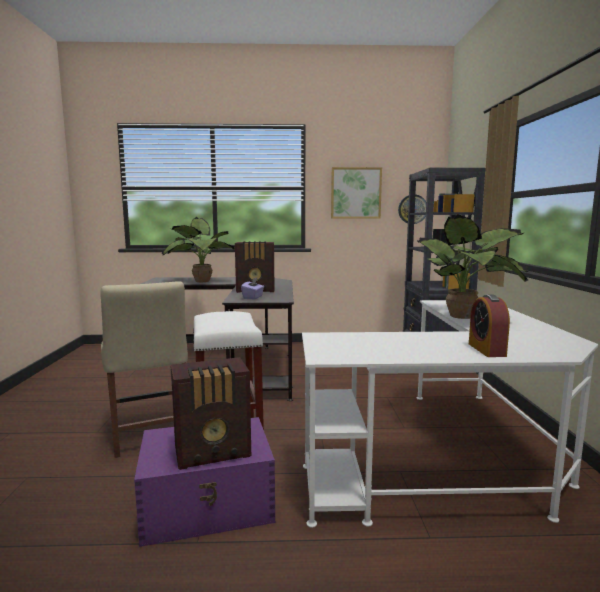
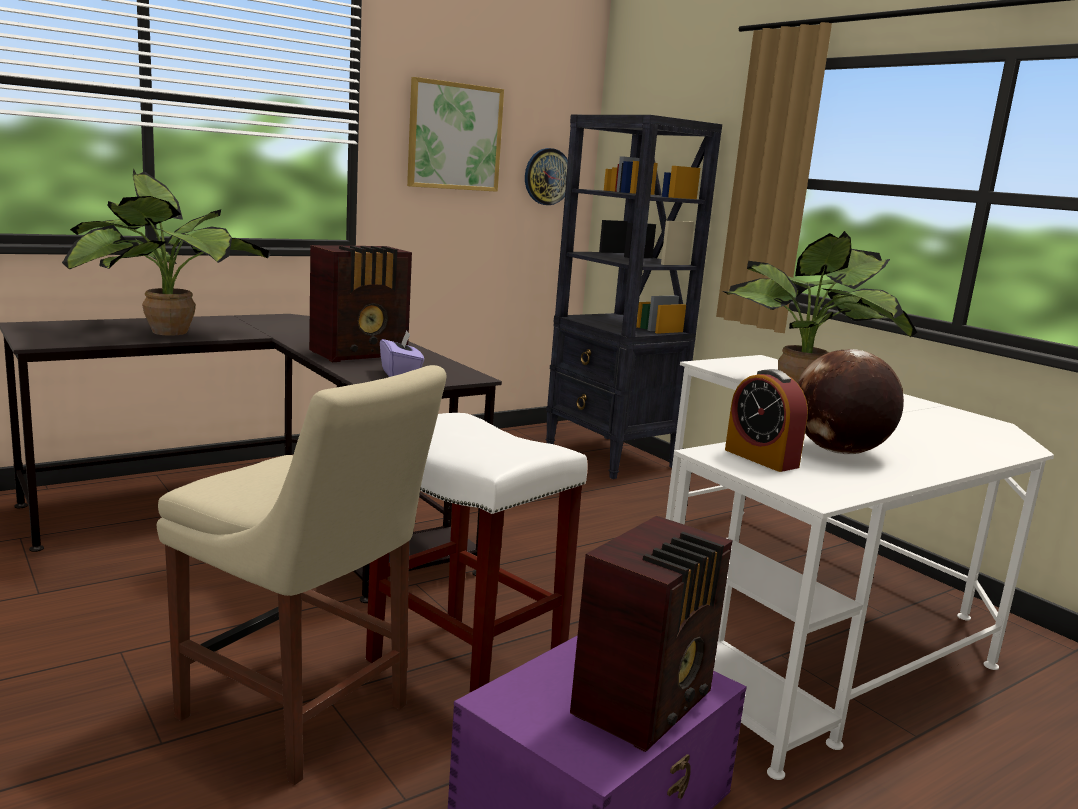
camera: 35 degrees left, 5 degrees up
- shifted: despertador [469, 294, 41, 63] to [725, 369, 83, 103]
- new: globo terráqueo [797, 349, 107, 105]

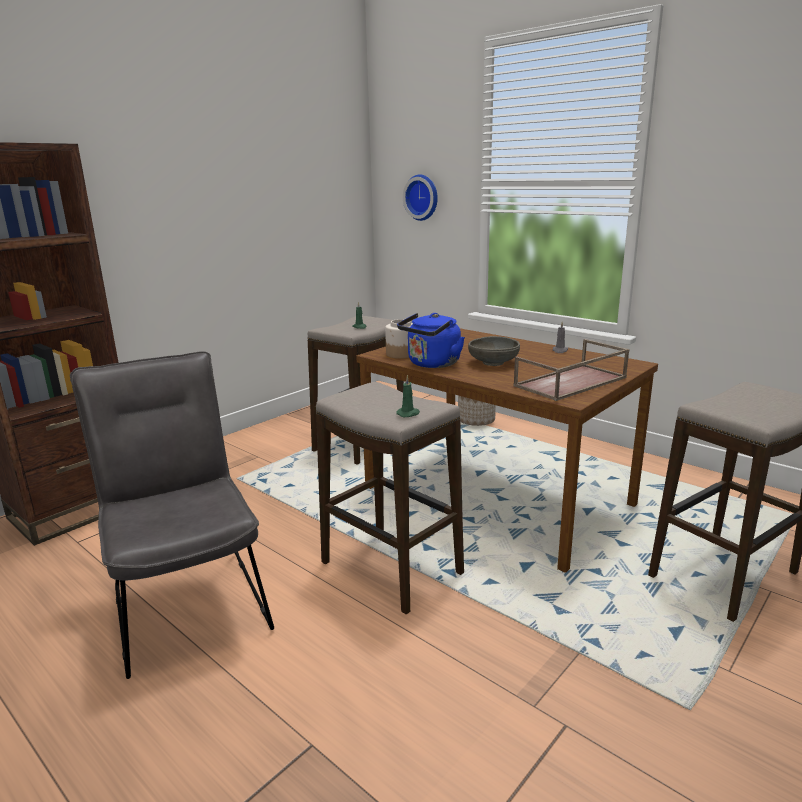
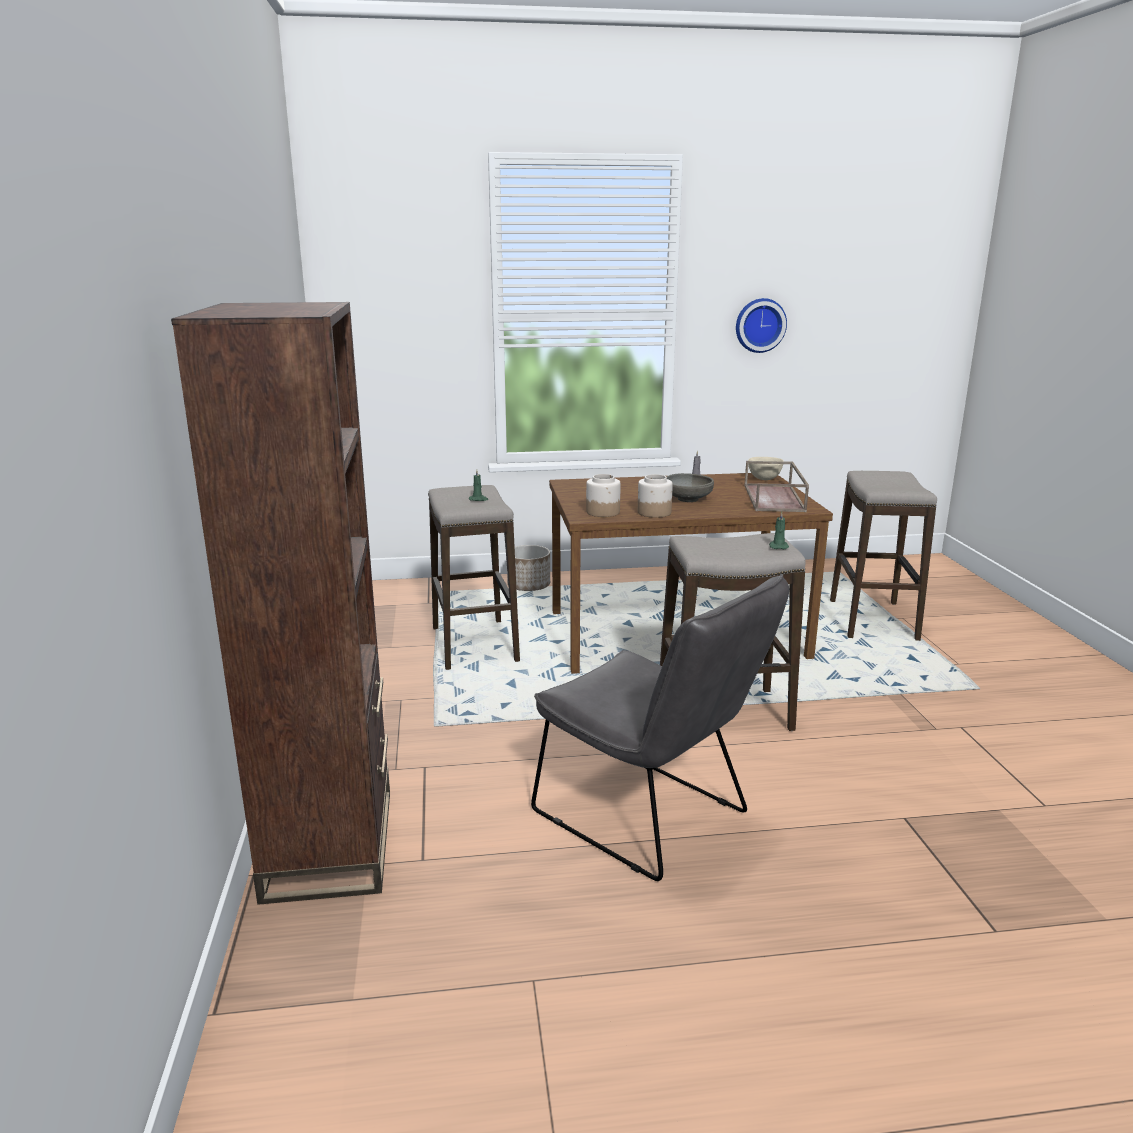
camera: 50 degrees left, 0 degrees up
- shifted: reloj de pared [403, 174, 35, 47] to [736, 298, 51, 55]
- swapped: hervidor (azul) [397, 313, 68, 55] to tarro [638, 474, 35, 44]
- rotated: silla (gris) [70, 351, 204, 328] = [531, 574, 258, 307] 150 degrees counterclockwise
- new: cuenco (beis) [748, 457, 36, 23]

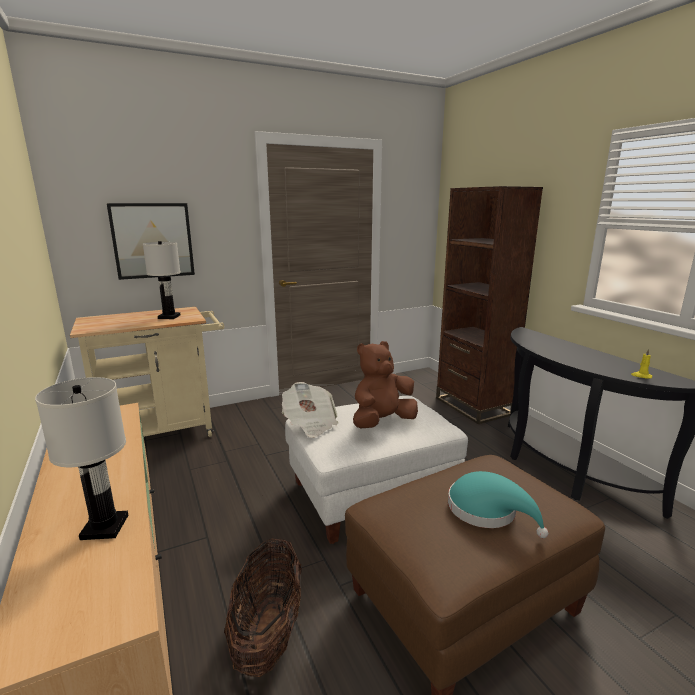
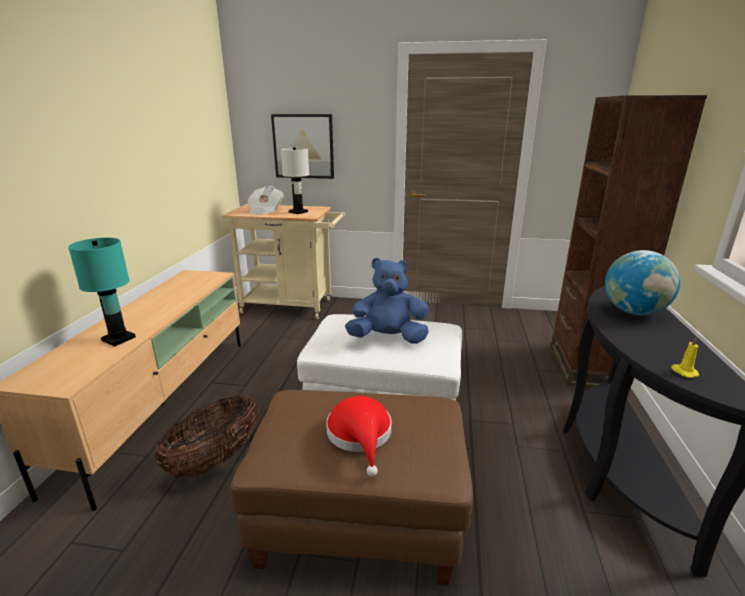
camera: 35 degrees right, 5 degrees up
- repainted: peluche (marrón) [353, 341, 65, 88] to peluche (azul) [345, 258, 84, 86]
- repainted: lámpara de mesa (blanco) [35, 377, 93, 163] to lámpara de mesa (turquesa) [68, 238, 68, 108]
- shifted: periódico [282, 382, 56, 56] to [247, 186, 37, 29]
- repainted: sombrero (turquesa) [448, 471, 100, 67] to sombrero (rojo) [326, 396, 66, 81]
- new: globo terráqueo [605, 250, 75, 65]

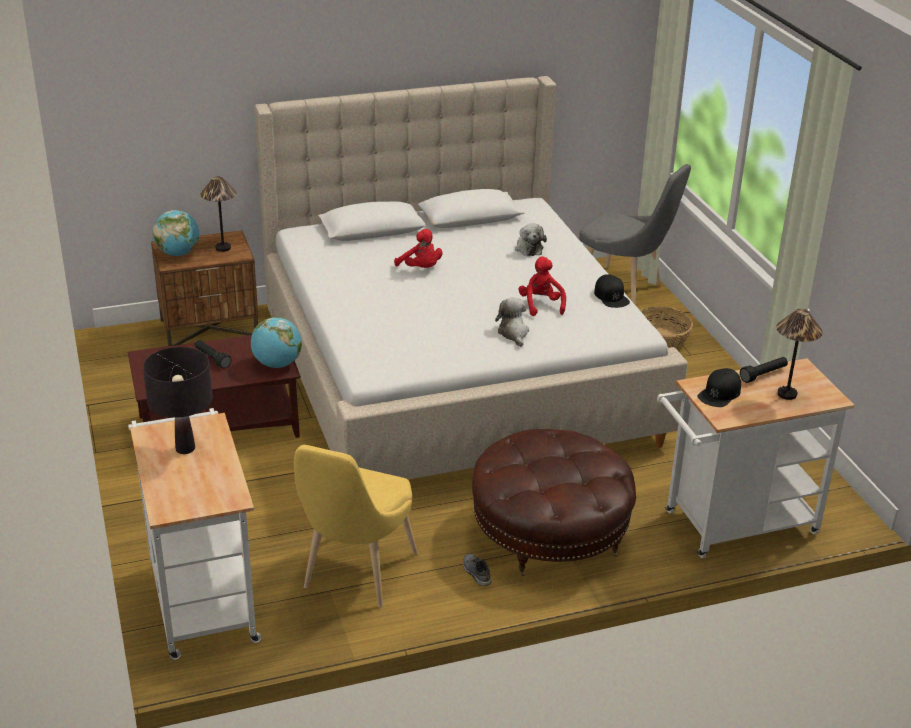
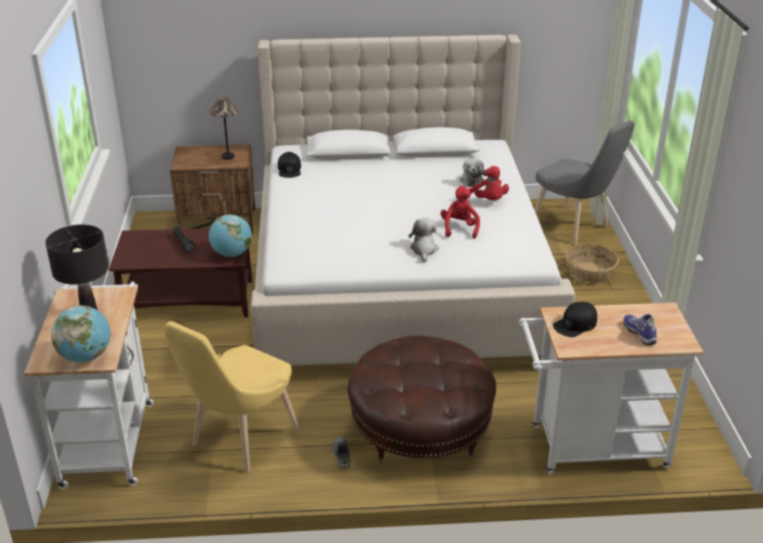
camera: 15 degrees right, 0 degrees up
- shifted: globo terráqueo [152, 210, 47, 46] to [51, 305, 60, 57]
- shifted: peluche (rojo) [394, 229, 48, 39] to [469, 166, 40, 34]
- shifted: gorra (negro) [594, 274, 36, 34] to [278, 152, 23, 26]
- swapped: lámpara de mesa [776, 309, 47, 91] to zapato [623, 314, 34, 32]
- gone: linterna (negro) [740, 357, 48, 26]

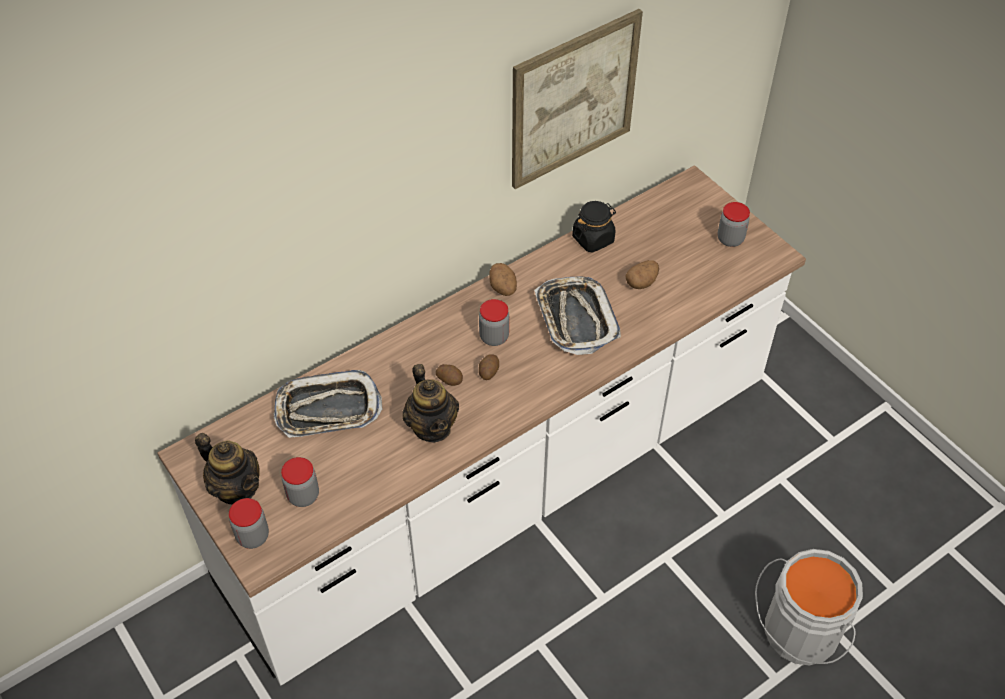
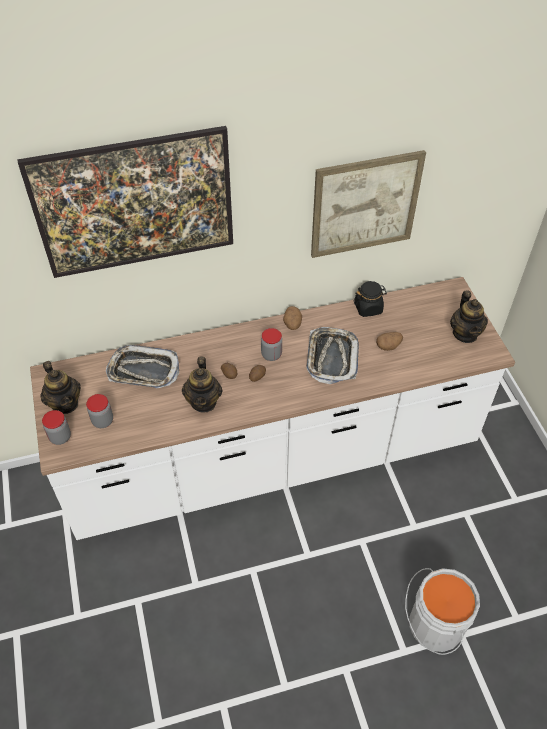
camera: 20 degrees right, 0 degrees up
- swapped: tarro [718, 202, 32, 45] to tetera [450, 290, 38, 53]
- new: cuadro [17, 126, 216, 152]

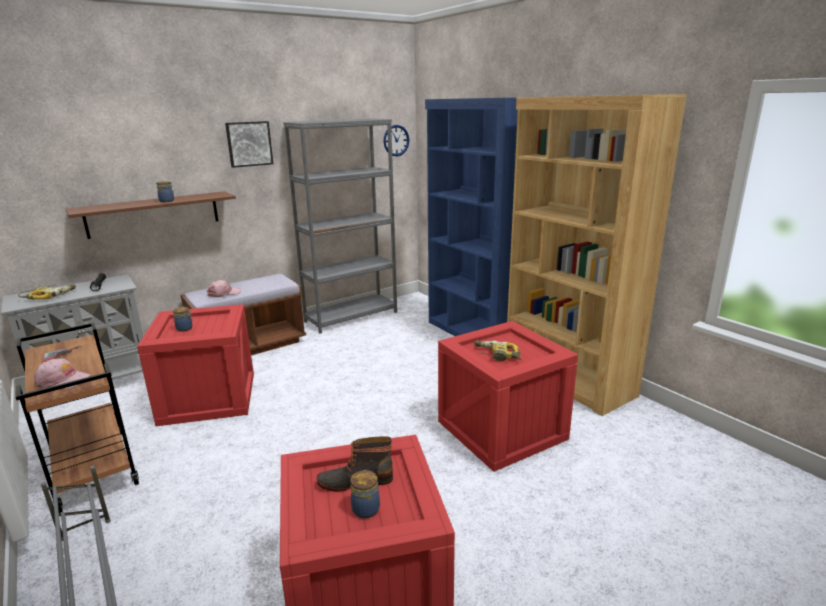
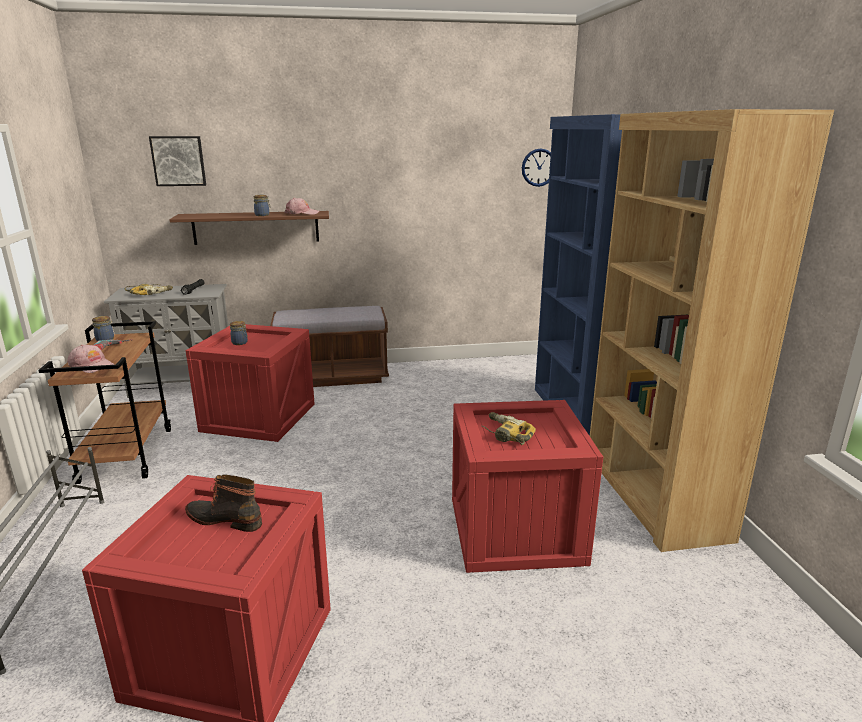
camera: 25 degrees right, 0 degrees up
- gone: estantería (gris) [283, 118, 114, 215]
- shifted: cuadro [225, 121, 48, 47] to [149, 136, 57, 50]
- shifted: gorra (rosa) [207, 280, 34, 17] to [285, 198, 34, 17]
- shifted: tarro [350, 470, 30, 48] to [92, 316, 22, 25]

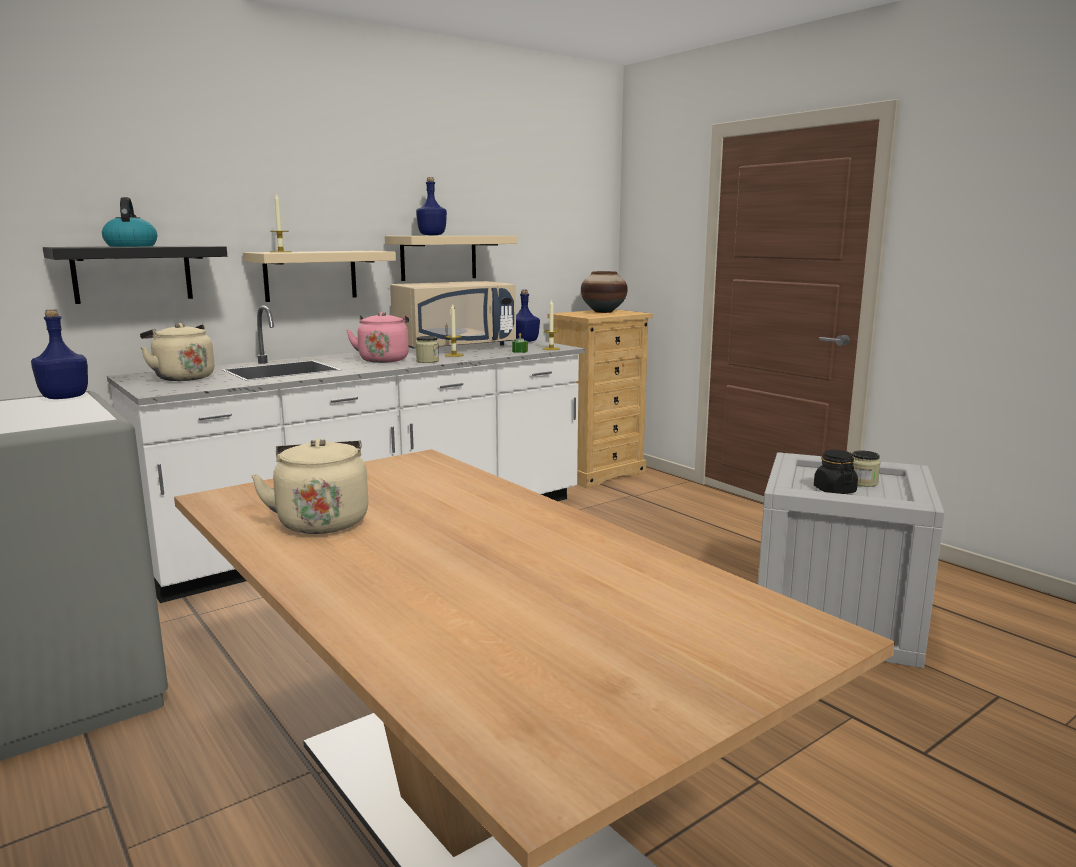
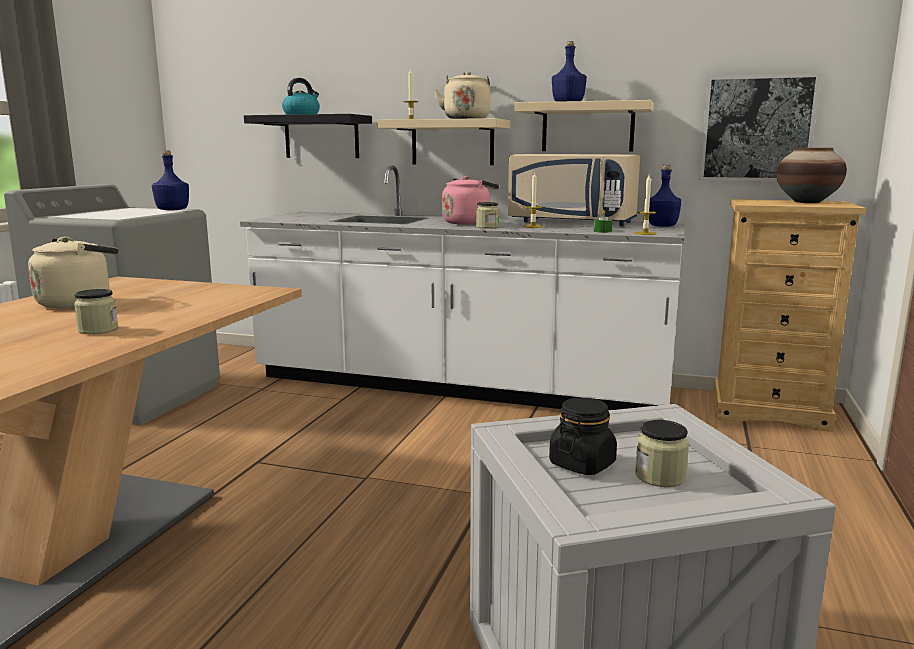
camera: 55 degrees right, 0 degrees up
- shifted: hervidor (beis) [140, 323, 75, 58] to [434, 72, 56, 47]
- new: cuadro [699, 73, 122, 109]
- new: tarro [74, 289, 44, 45]

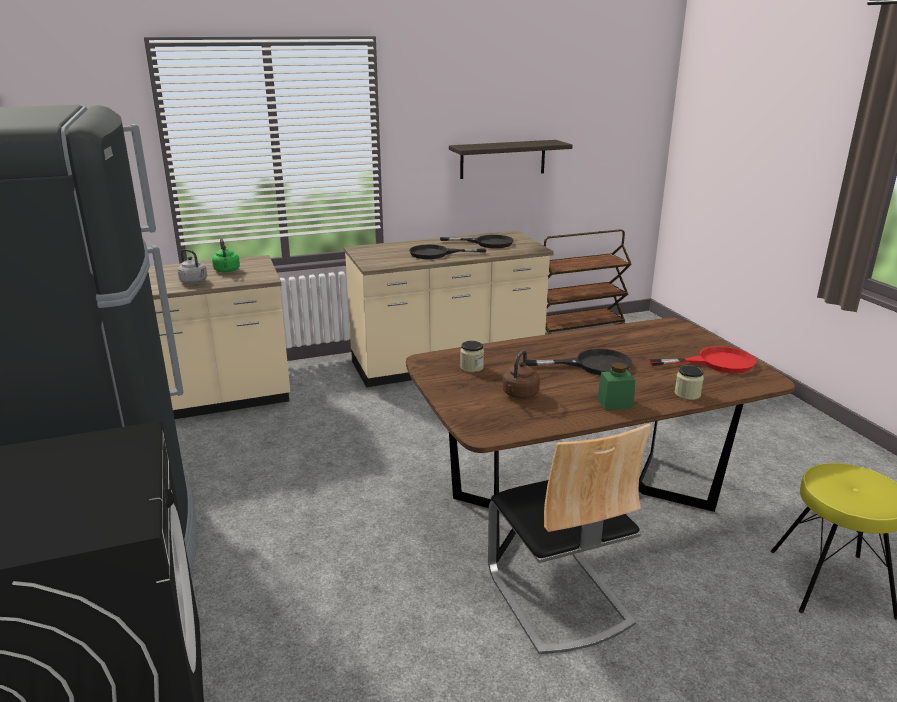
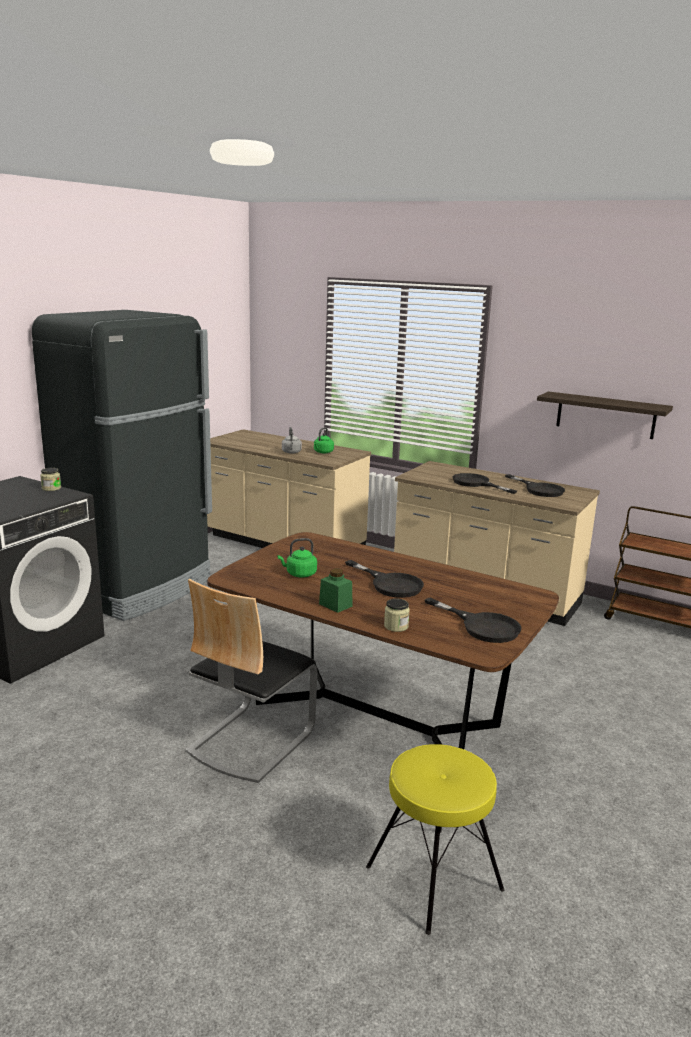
camera: 50 degrees right, 5 degrees down
- shifted: tarro [460, 341, 24, 31] to [40, 468, 21, 23]
- repainted: sartén (rojo) [649, 346, 107, 27] to sartén (negro) [425, 598, 97, 45]
- repainted: hervidor (marrón) [503, 350, 37, 49] to hervidor (verde) [278, 538, 39, 39]

